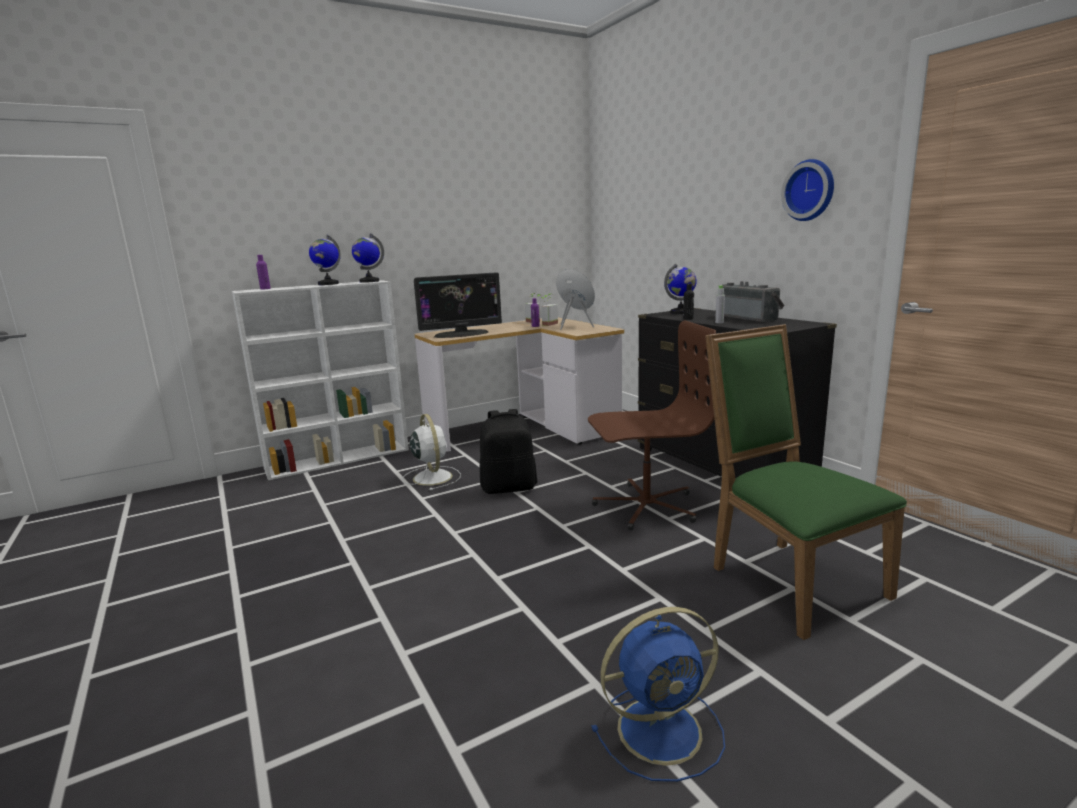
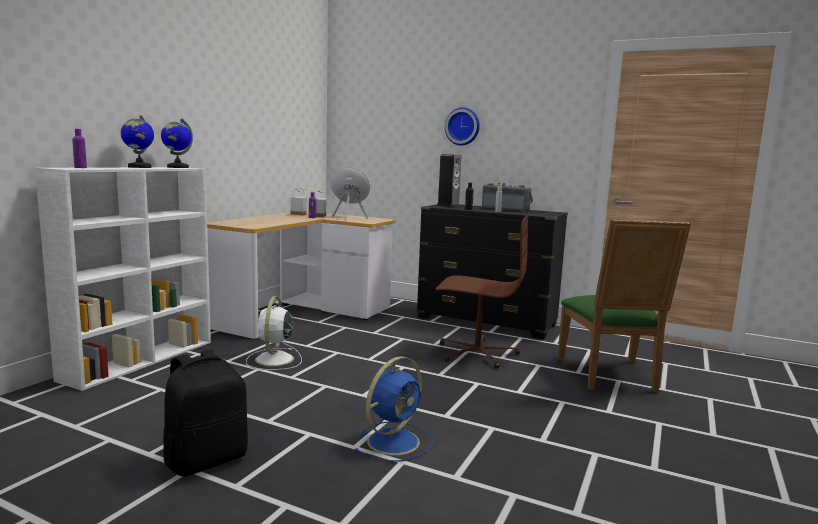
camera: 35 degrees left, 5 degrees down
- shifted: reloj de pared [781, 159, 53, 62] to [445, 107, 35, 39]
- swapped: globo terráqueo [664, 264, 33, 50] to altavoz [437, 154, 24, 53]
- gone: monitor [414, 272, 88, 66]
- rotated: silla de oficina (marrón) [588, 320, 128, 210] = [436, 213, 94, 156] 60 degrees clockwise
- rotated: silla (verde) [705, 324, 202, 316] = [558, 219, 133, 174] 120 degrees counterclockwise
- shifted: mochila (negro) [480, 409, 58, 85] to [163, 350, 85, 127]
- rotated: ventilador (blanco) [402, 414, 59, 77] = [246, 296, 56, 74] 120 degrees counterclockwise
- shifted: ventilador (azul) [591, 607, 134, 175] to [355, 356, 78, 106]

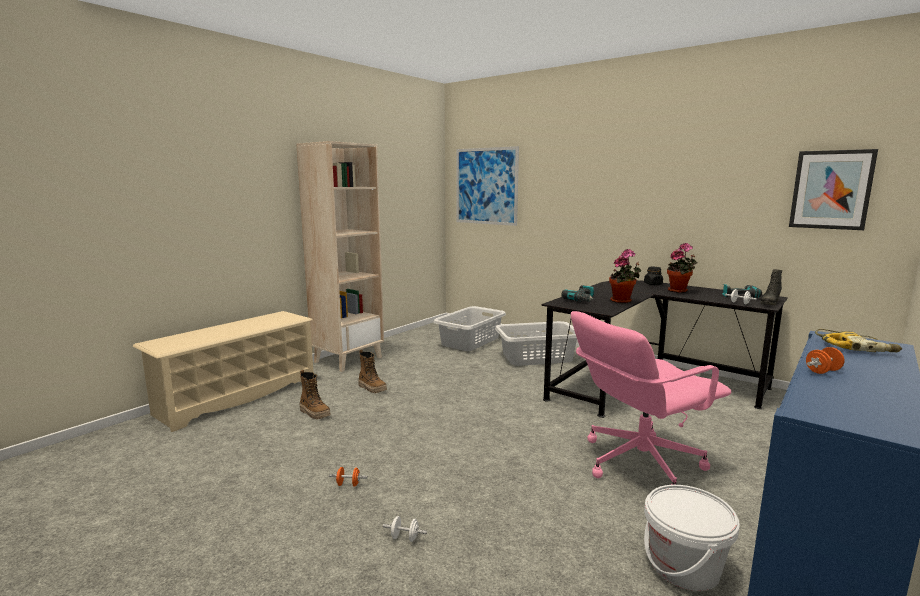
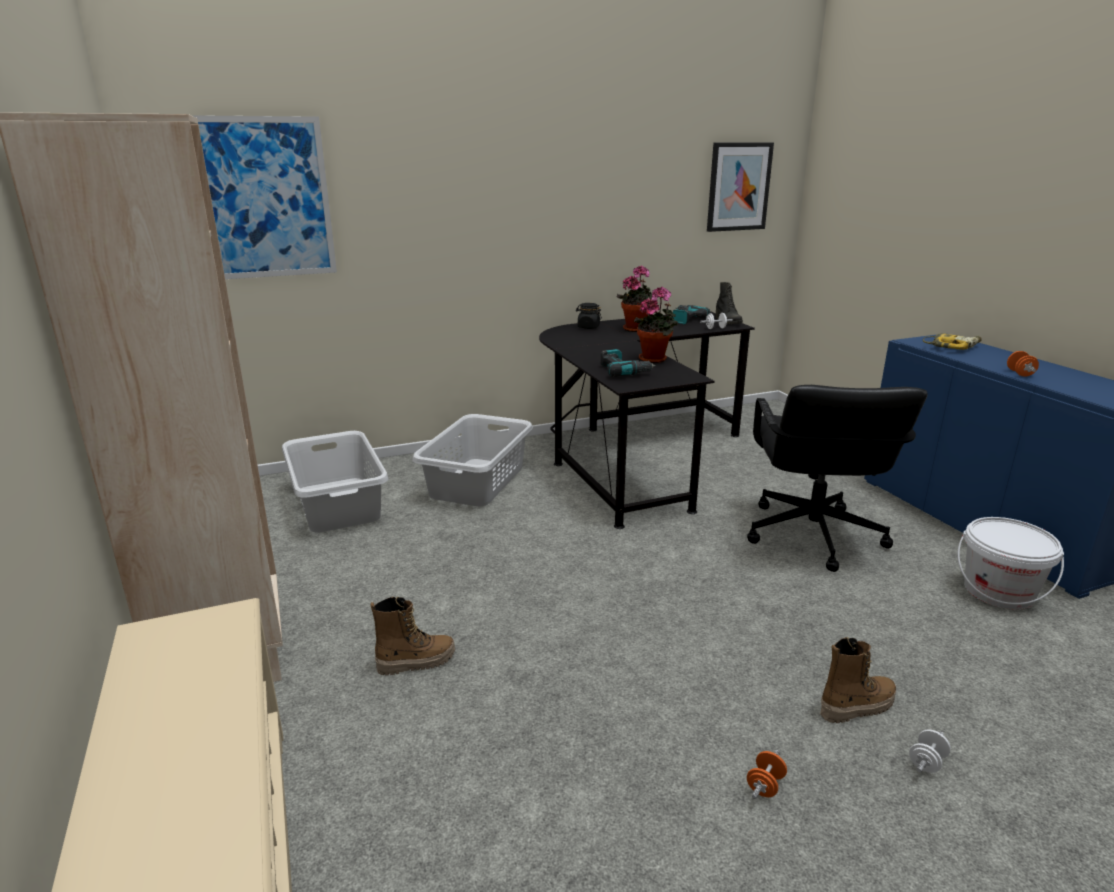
camera: 60 degrees left, 10 degrees up
- repainted: silla de oficina (rosa) [571, 311, 161, 174] to silla de oficina (negro) [747, 385, 180, 187]
- shifted: bota [299, 370, 32, 49] to [820, 637, 76, 86]

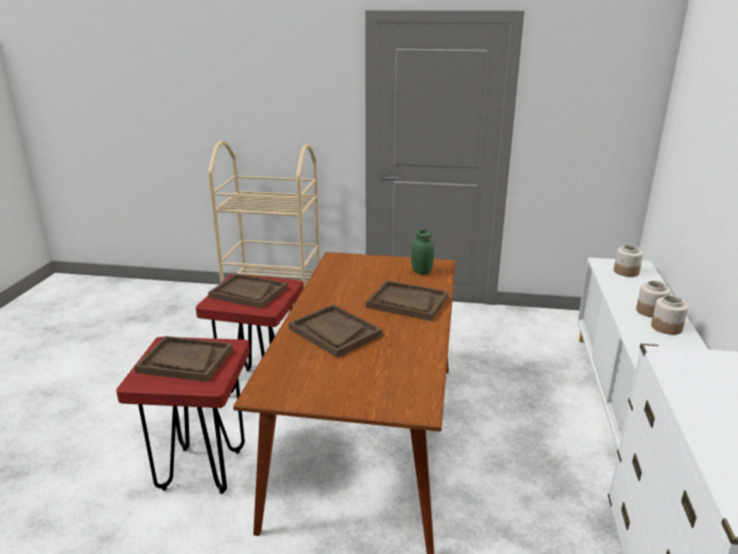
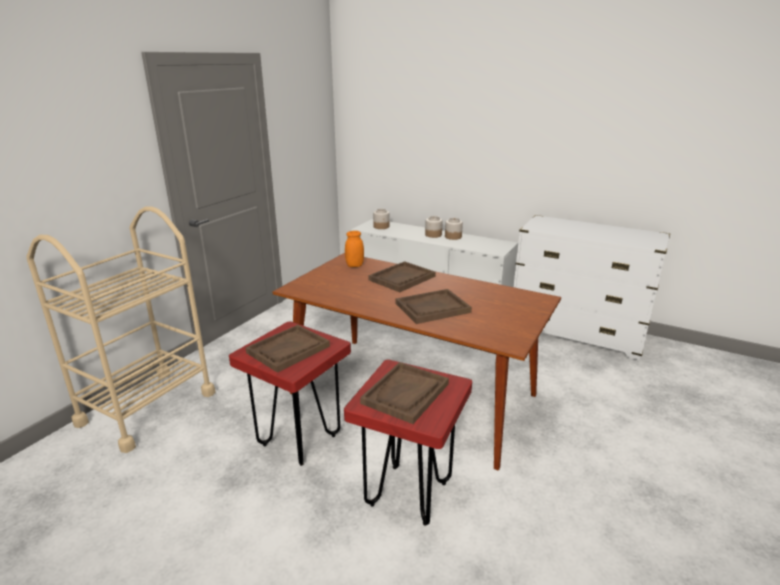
camera: 70 degrees left, 0 degrees up
- repainted: tarro (verde) [411, 230, 23, 45] to tarro (naranja) [345, 231, 19, 36]

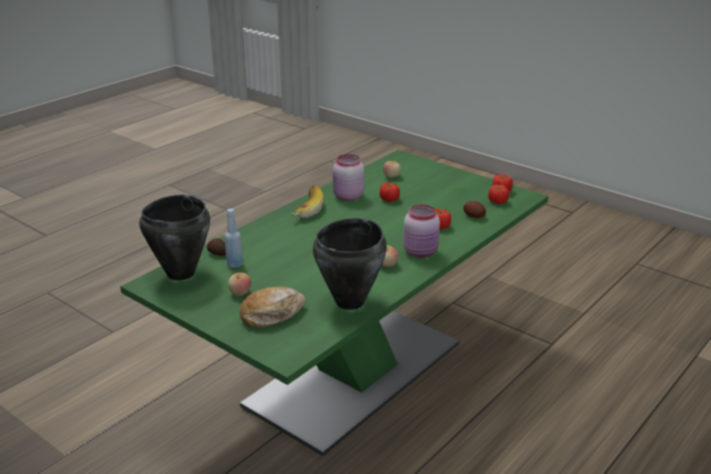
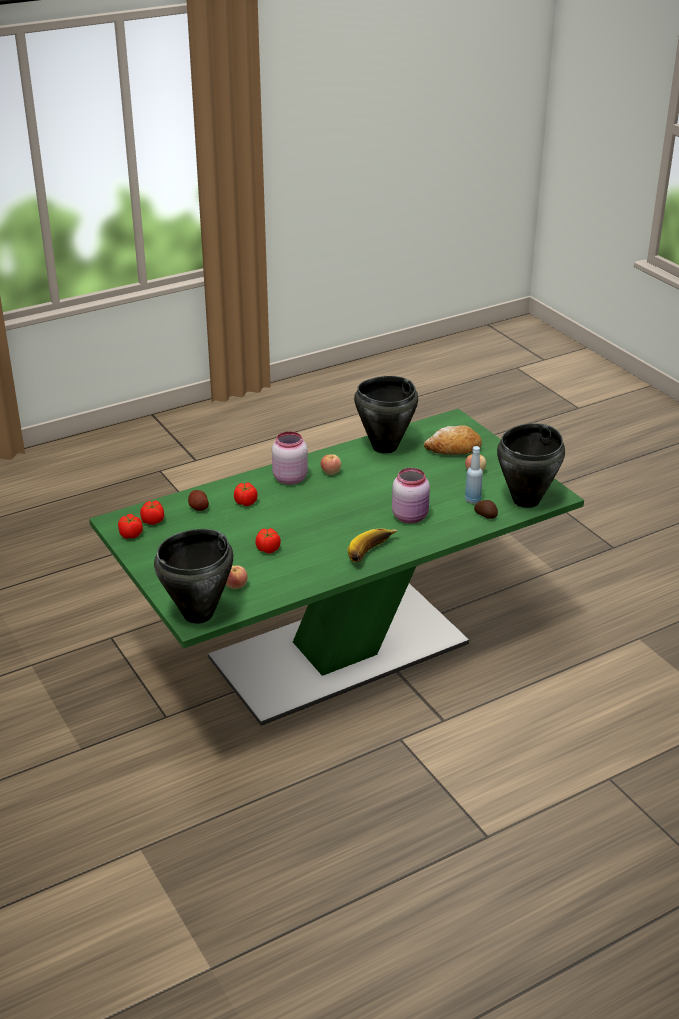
camera: 160 degrees left, 5 degrees up
- shifted: tarro (rosa) [333, 154, 31, 47] to [392, 468, 38, 55]
- new: olla (negro) [154, 529, 79, 95]

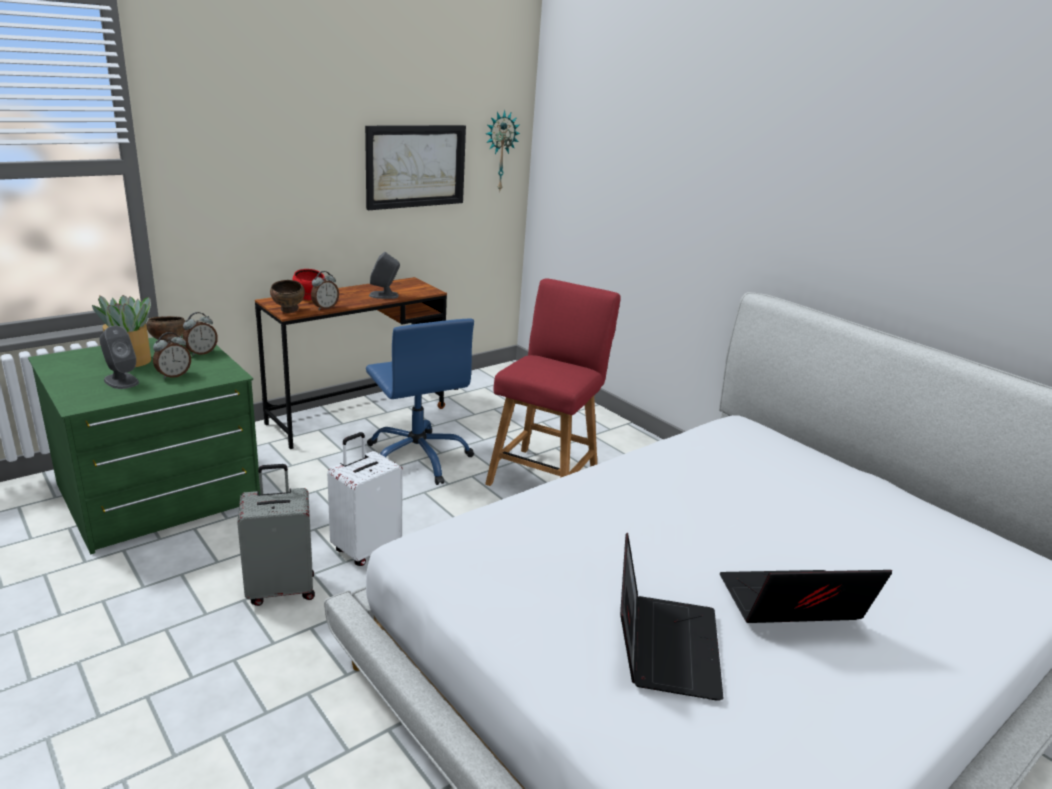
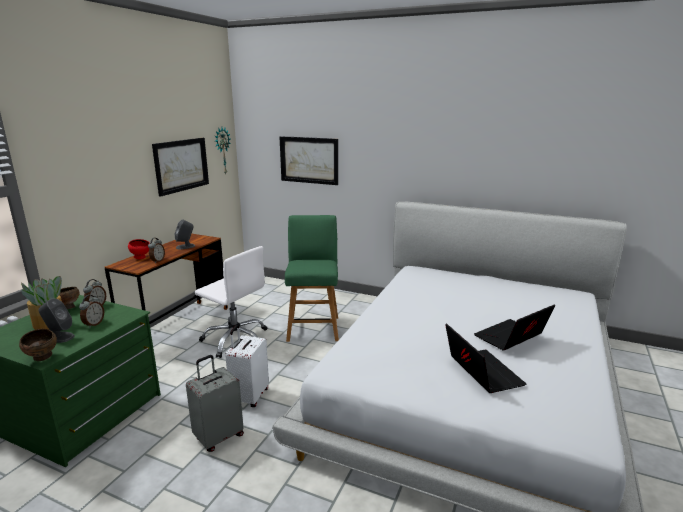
camera: 25 degrees left, 5 degrees down
- repainted: silla (rojo) [485, 278, 136, 208] to silla (verde) [285, 215, 54, 127]
- shifted: cuenco (marrón) [270, 280, 35, 33] to [19, 329, 38, 32]
- repainted: silla de oficina (azul) [366, 318, 108, 167] to silla de oficina (blanco) [195, 246, 73, 112]
- new: cuadro [280, 136, 58, 49]

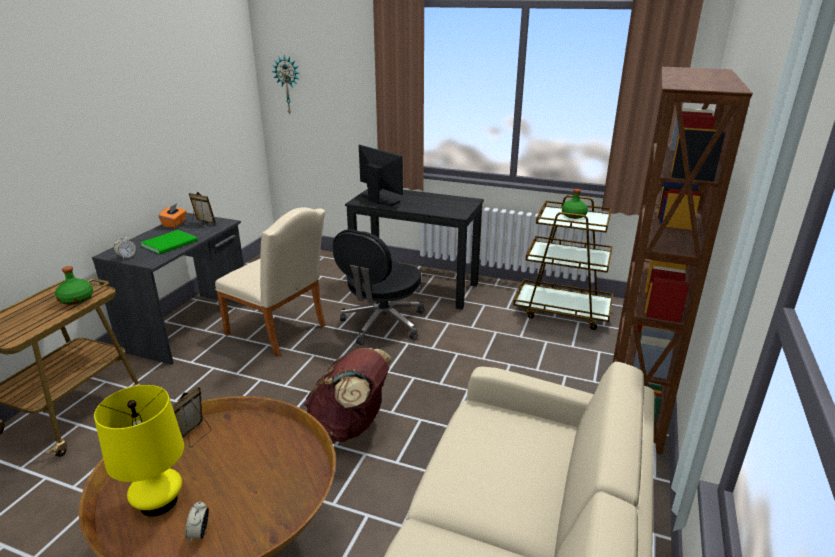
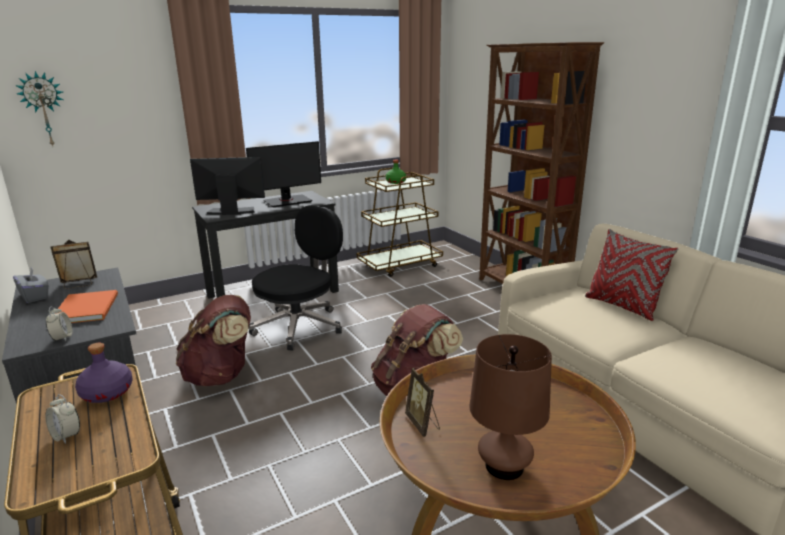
camera: 50 degrees left, 5 degrees down
- repainted: caja de pañuelos (naranja) [158, 204, 29, 24] to caja de pañuelos (gris) [13, 268, 36, 35]
- swapped: silla (beis) [215, 207, 111, 150] to mochila (marrón) [176, 295, 75, 91]
- rotated: silla de oficina (negro) [333, 229, 91, 116] = [249, 205, 94, 146] 120 degrees counterclockwise
- repainted: libro (verde) [140, 230, 57, 24] to libro (naranja) [55, 290, 63, 33]
- repainted: botella (verde) [55, 266, 38, 39] to botella (morado) [75, 343, 58, 60]
- repainted: lámpara de mesa (amarillo) [94, 385, 90, 132] to lámpara de mesa (marrón) [469, 334, 83, 146]
- shifted: despertador [185, 501, 24, 41] to [45, 394, 35, 50]
- new: monitor [246, 141, 75, 66]
- new: cojín (rojo) [585, 229, 93, 92]

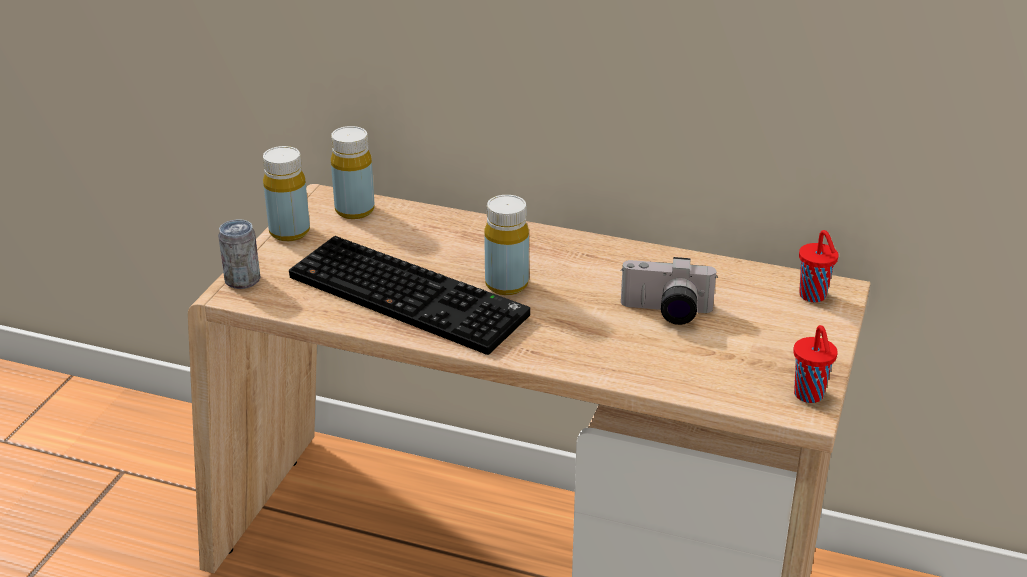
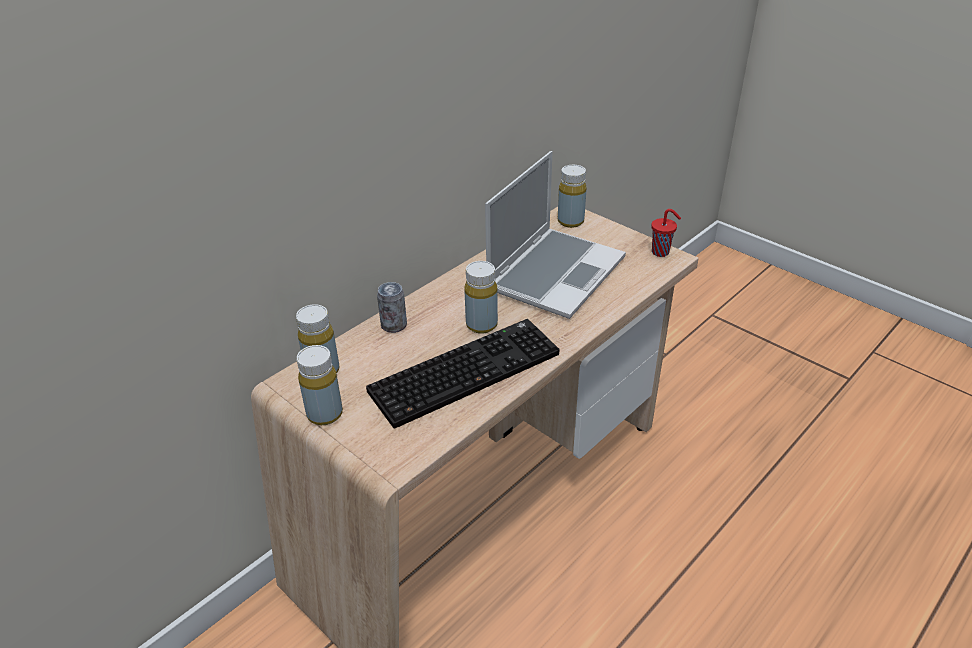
camera: 65 degrees left, 5 degrees up
- shifted: lata [218, 219, 43, 70] to [377, 282, 30, 51]
- swapped: taza (rojo) [799, 230, 40, 72] to botella (amarillo) [558, 165, 29, 63]
- swapped: cámara [621, 257, 97, 68] to portátil [485, 151, 141, 168]

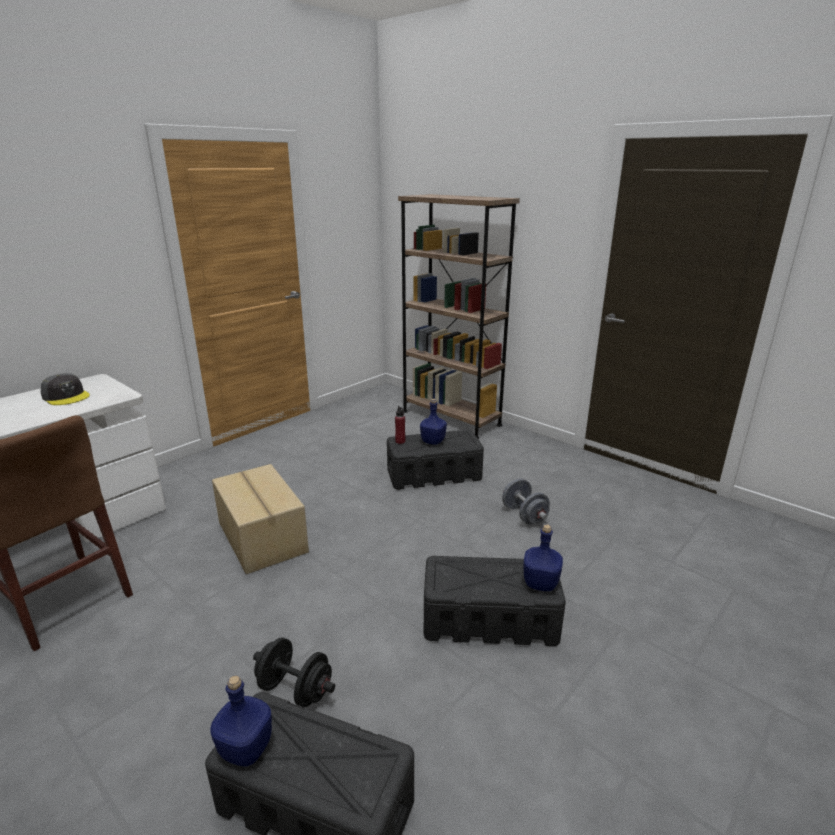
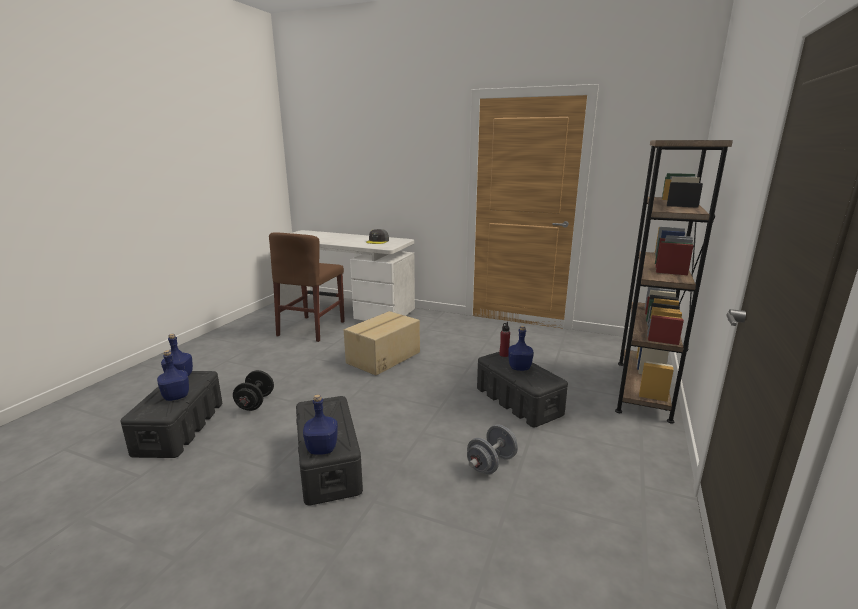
camera: 70 degrees right, 5 degrees down
- new: botella (azul) [157, 350, 32, 51]

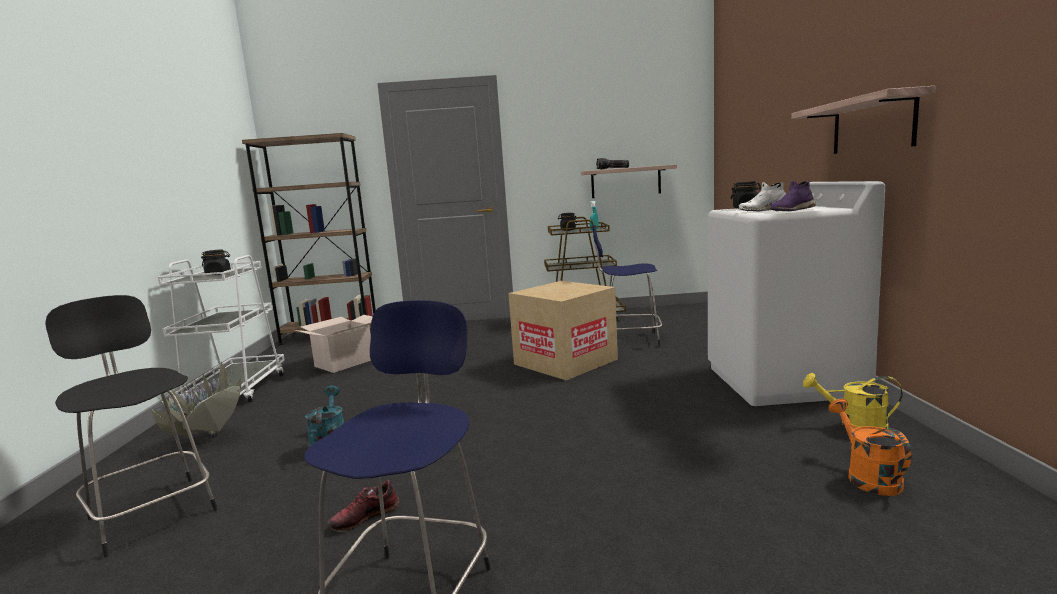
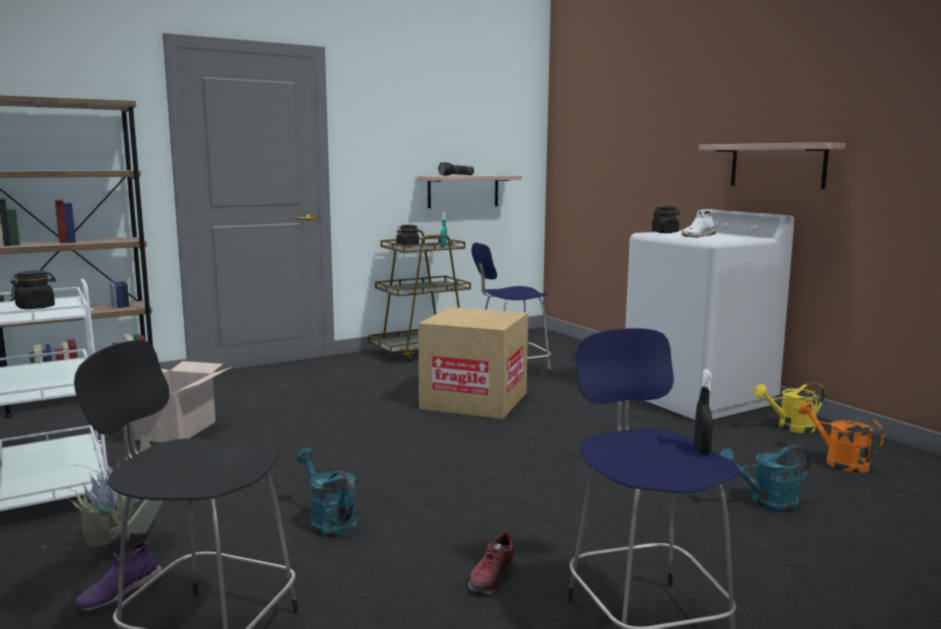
camera: 30 degrees left, 0 degrees up
- shifted: zapato (morado) [770, 181, 46, 30] to [75, 542, 88, 70]
- new: pulverizador (negro) [694, 369, 19, 85]
- new: regadera (turquesa) [719, 445, 92, 68]

